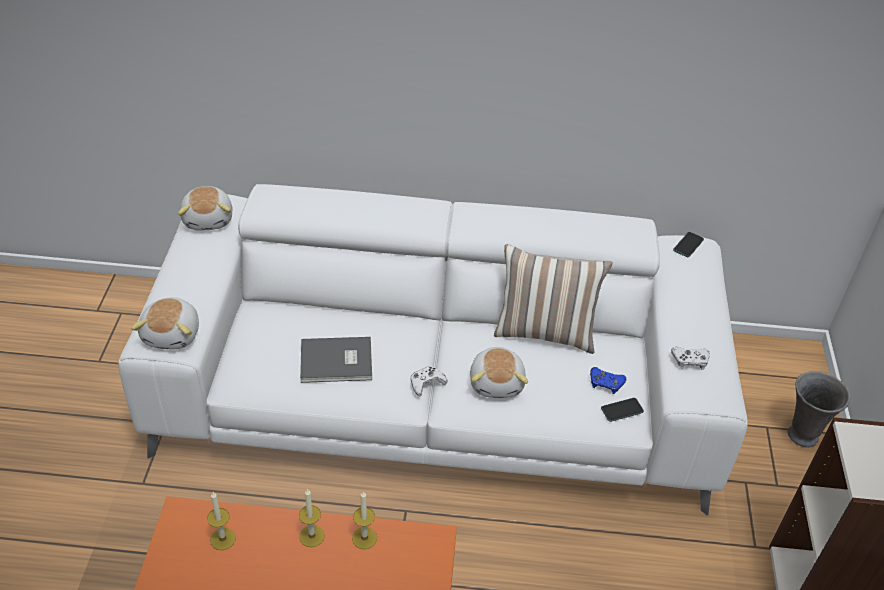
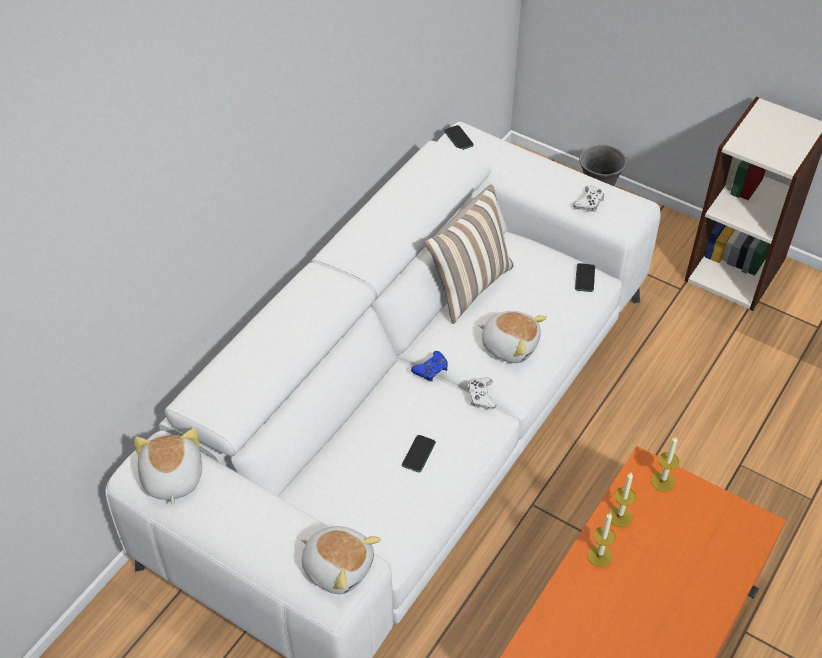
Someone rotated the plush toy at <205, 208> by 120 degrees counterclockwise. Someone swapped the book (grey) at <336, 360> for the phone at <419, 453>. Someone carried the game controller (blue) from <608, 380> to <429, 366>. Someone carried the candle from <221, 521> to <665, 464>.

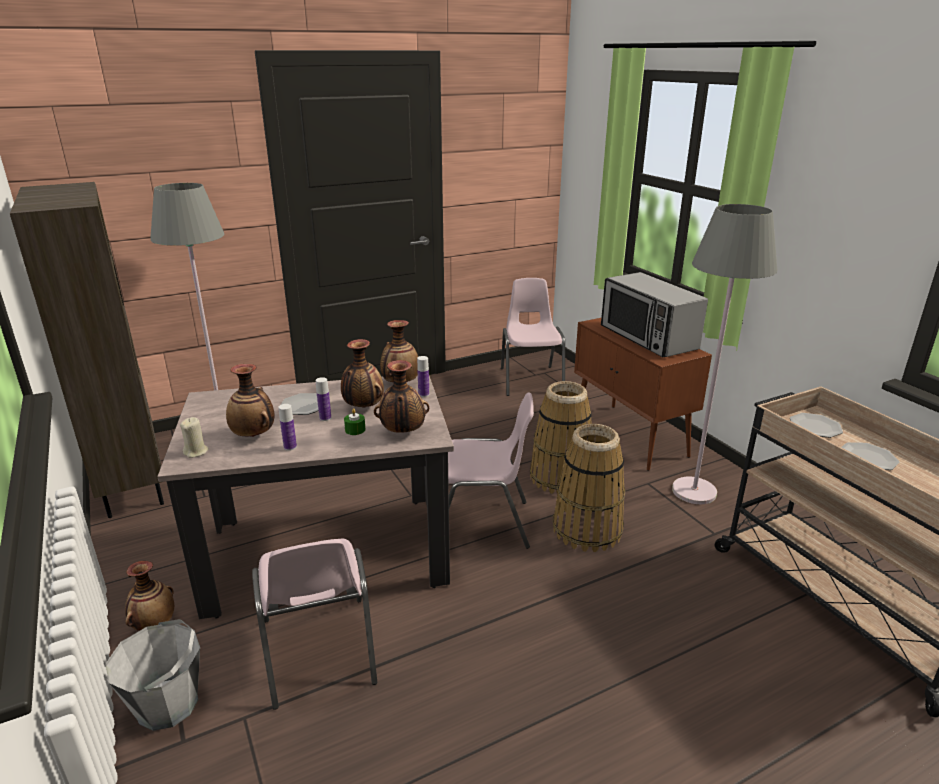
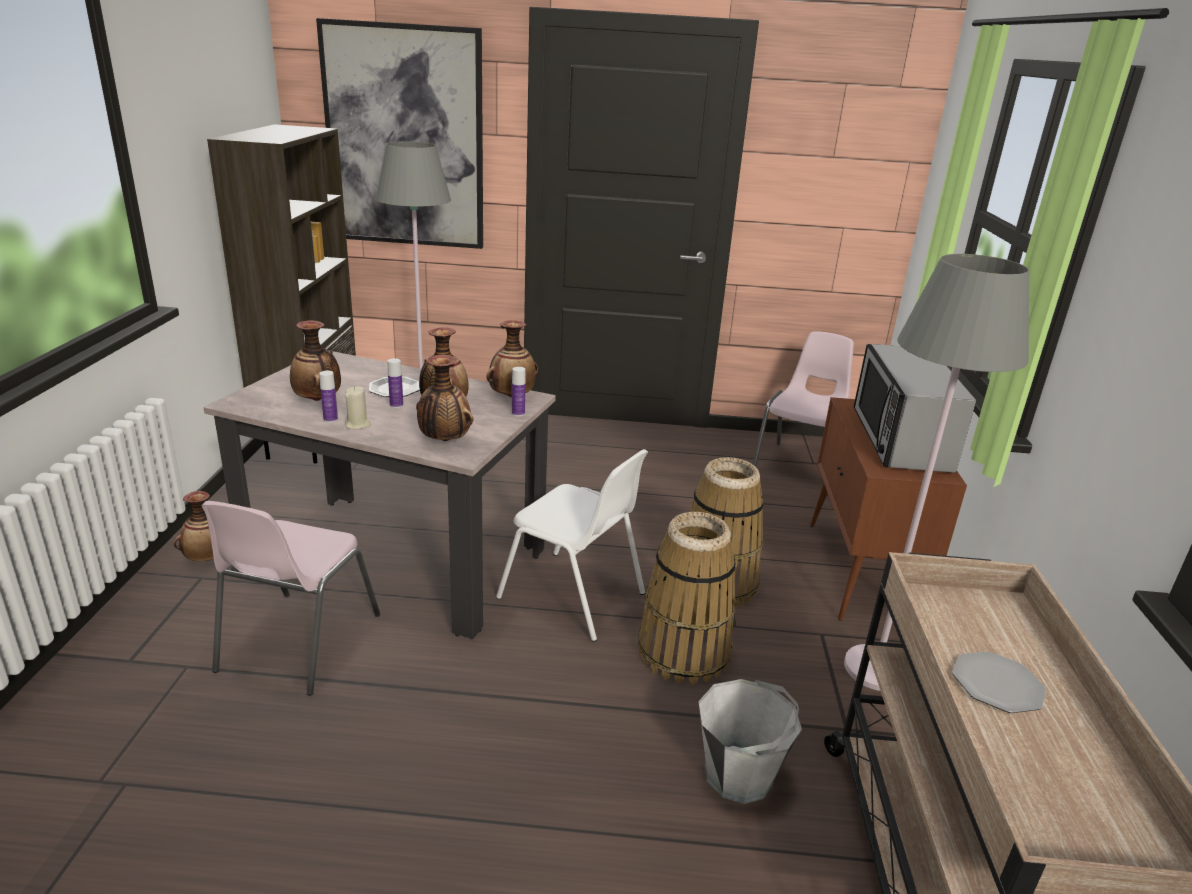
Someone put up the picture at <399, 133>. Someone carried the candle (beige) from <194, 437> to <358, 407>. Someone repainted the chair (pink) at <491, 470>, which became the chair (white) at <572, 545>. Someone carried the bucket (grey) from <152, 675> to <750, 741>. Someone took away the candle (green) at <354, 421>. Someone took away the plate at <816, 425>.

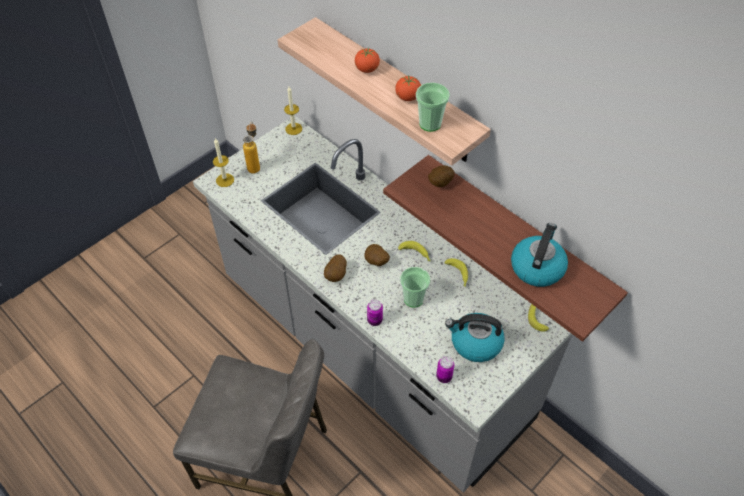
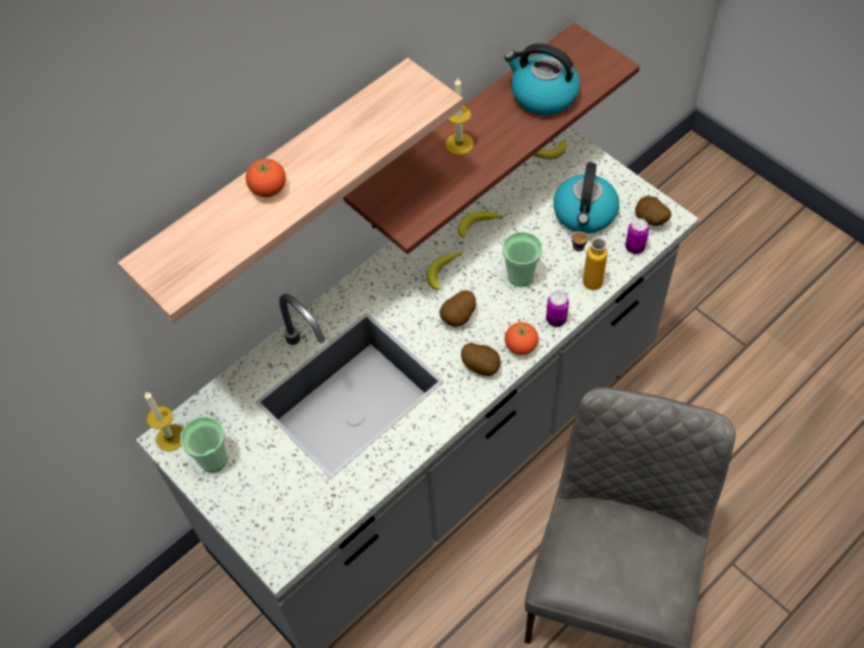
Someone carried the cup from <433, 107> to <204, 444>. Someone carried the candle from <223, 162> to <459, 116>. Someone carried the tomato from <408, 88> to <521, 338>. Someone carried the bottle from <251, 147> to <589, 260>. Someone carried the potato from <441, 176> to <653, 211>.

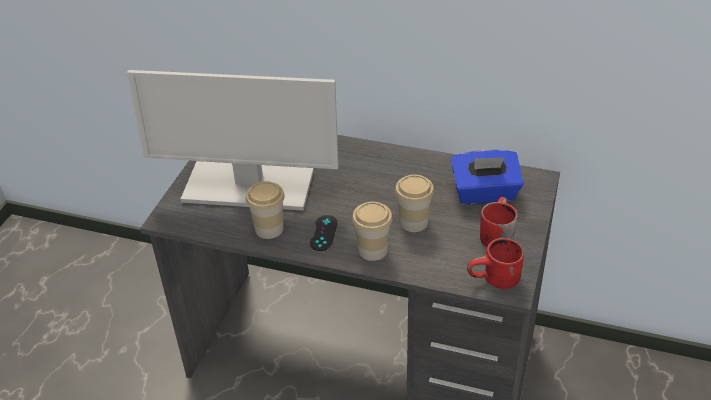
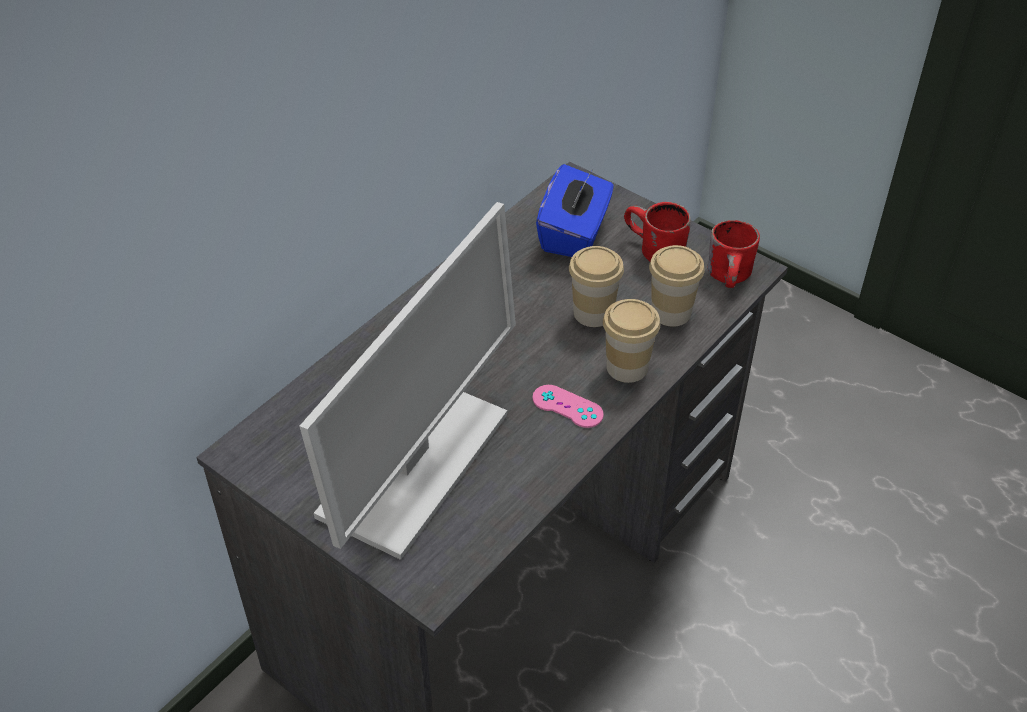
Someone repainted the game controller (black) at <324, 233>, which became the game controller (pink) at <568, 406>. Someone carried the cup from <265, 210> to <677, 286>.

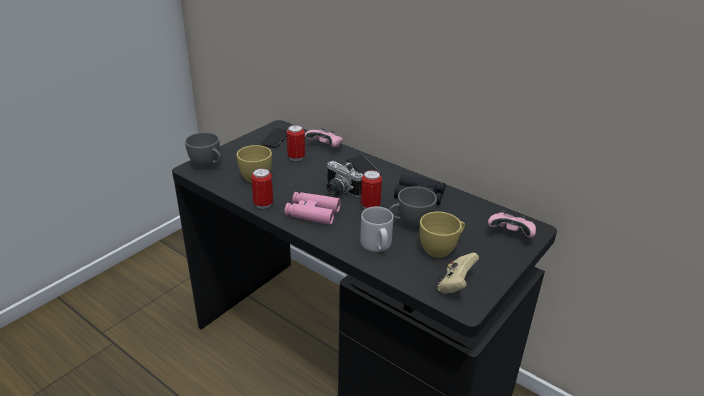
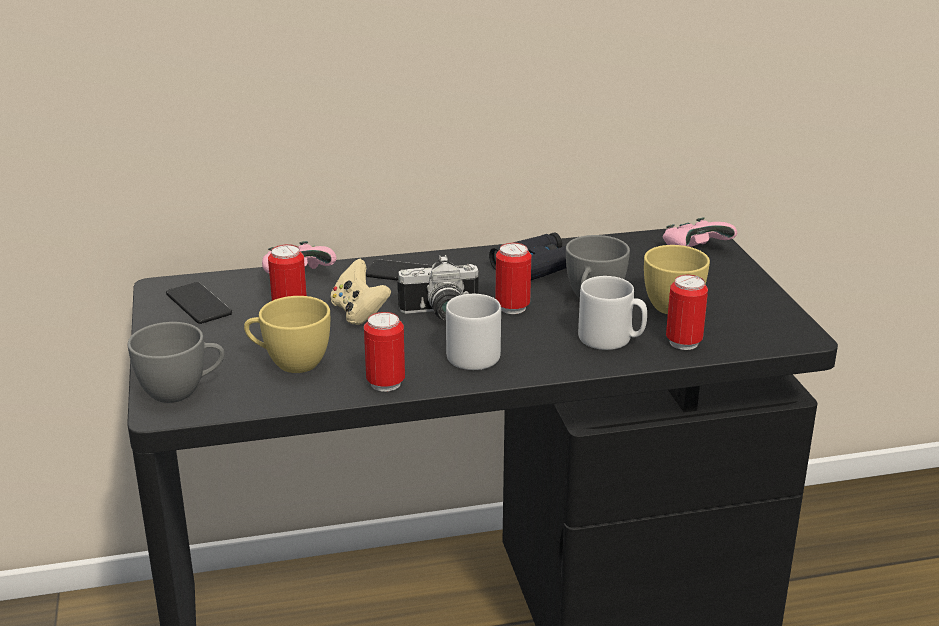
Someone carried the game controller (beige) from <458, 273> to <360, 292>. Someone swapped the binoculars (pink) at <312, 208> for the mug (grey) at <473, 332>. Someone put down the can at <687, 312>.

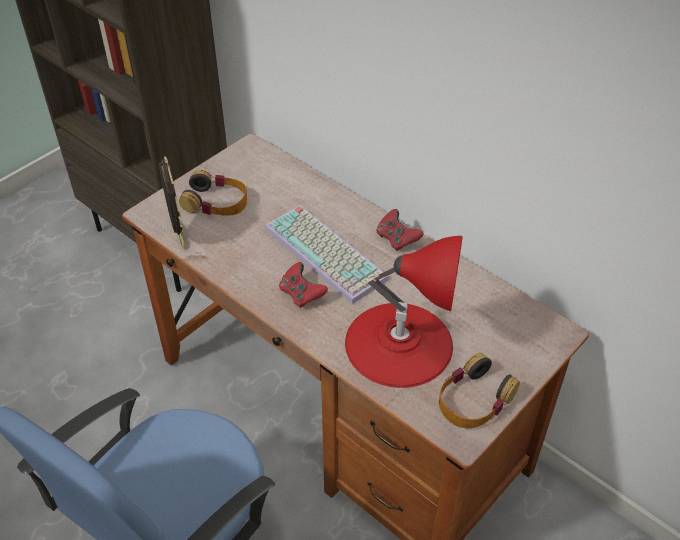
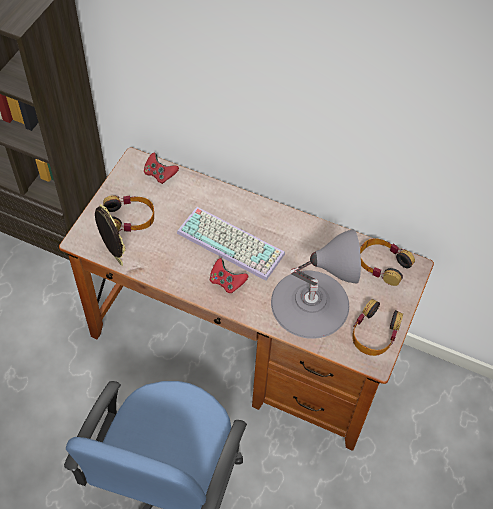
Someone carried the game controller (red) from <400, 230> to <161, 168>. Someone repainted the table lamp (red) at <404, 312>, which became the table lamp (grey) at <316, 284>. Someone put down the headphones at <387, 262>.

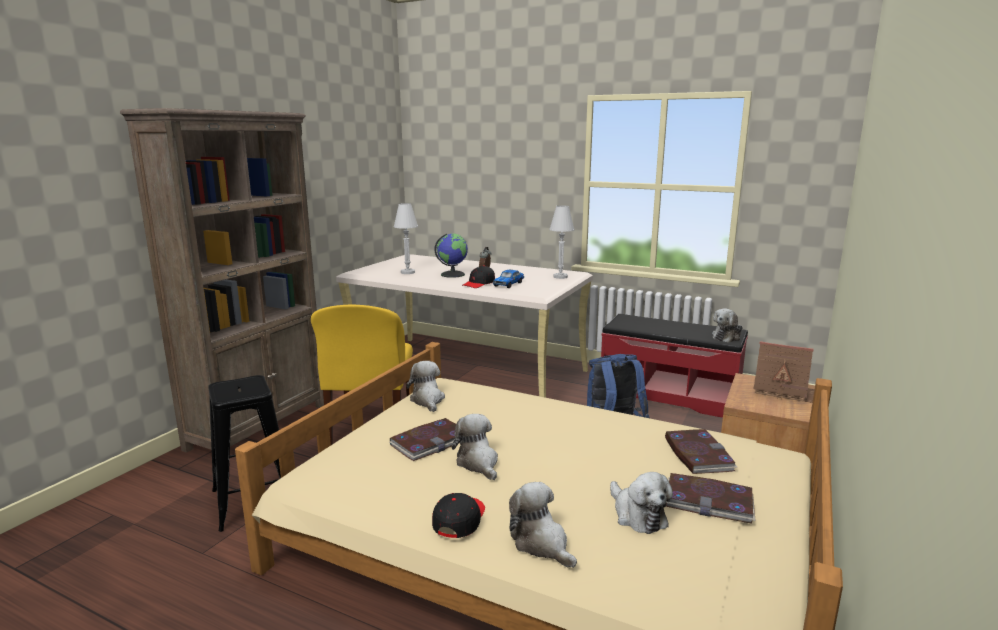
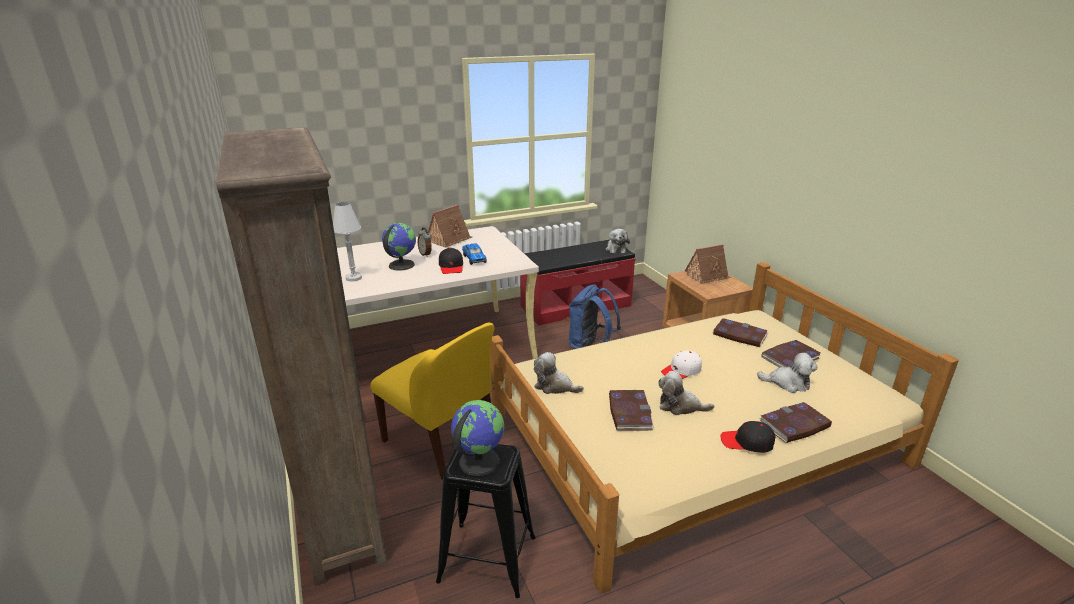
Someone put down the toy house at <450, 226>. Someone put down the globe at <477, 438>. Someone put down the cap (white) at <681, 365>. Someone rotated the cap (black) at <458, 515> by 45 degrees counterclockwise. Someone swapped the plush toy at <543, 525> for the book at <795, 422>. Someone took away the table lamp (white) at <562, 242>.

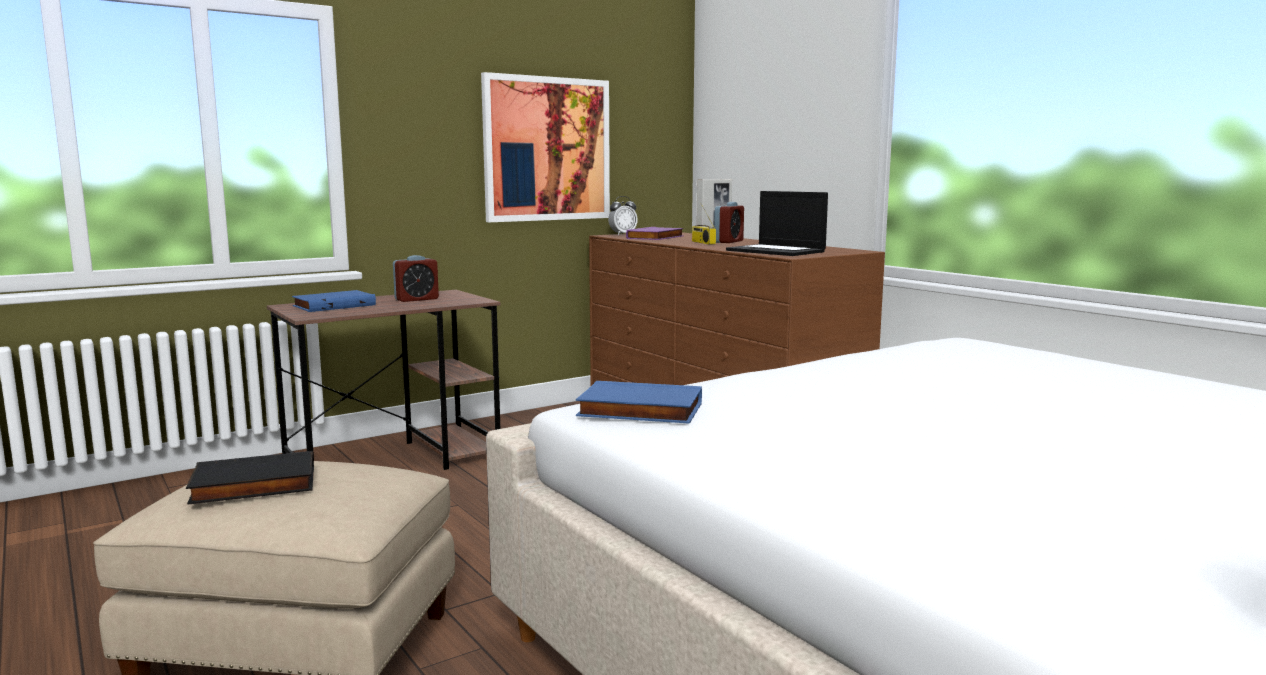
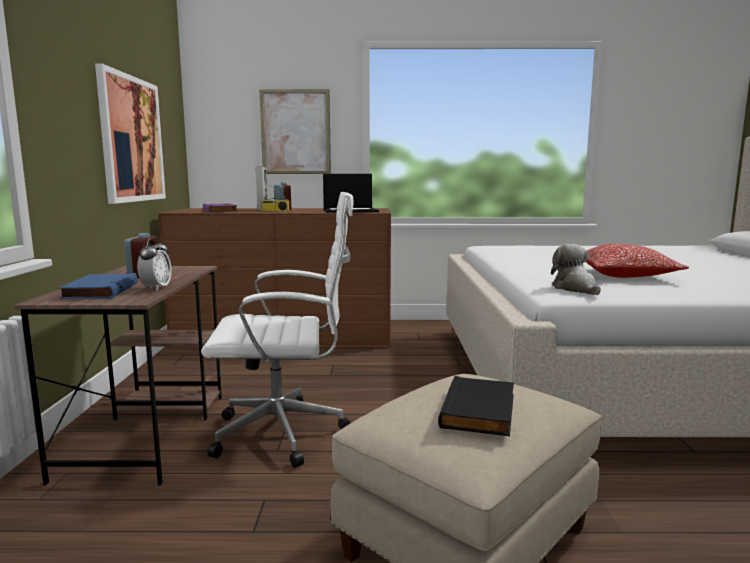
Someone carried the alarm clock from <623, 215> to <154, 264>. Someone put down the office chair (white) at <277, 330>. Someone put up the picture at <295, 132>. Someone swapped the book (blue) at <639, 402> for the plush toy at <576, 269>. Someone put down the pillow at <637, 261>.

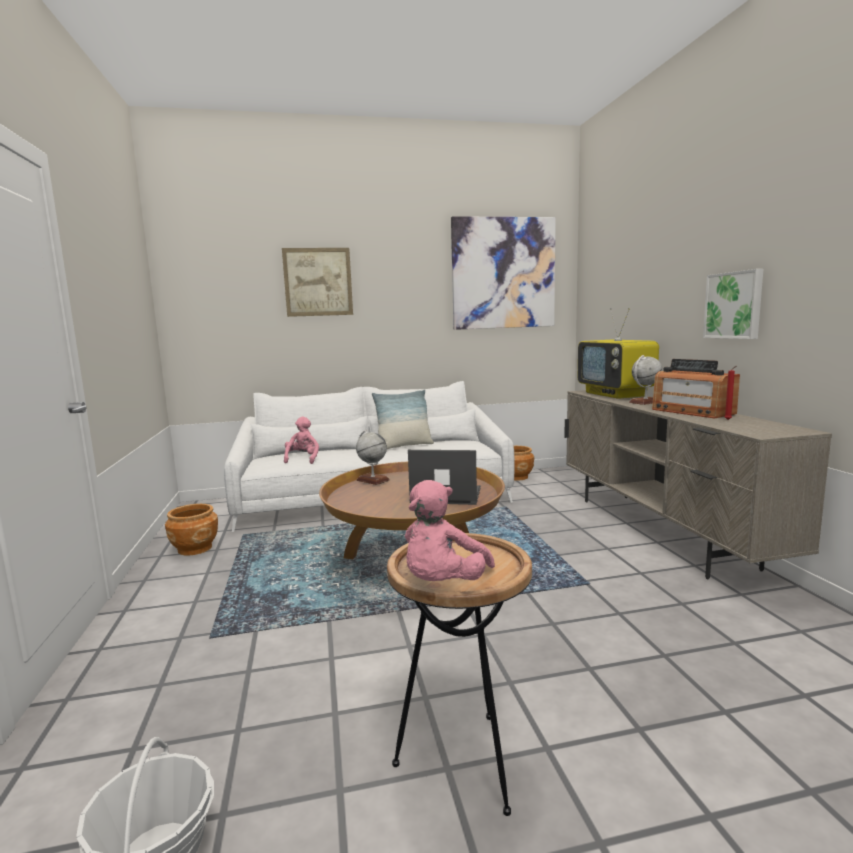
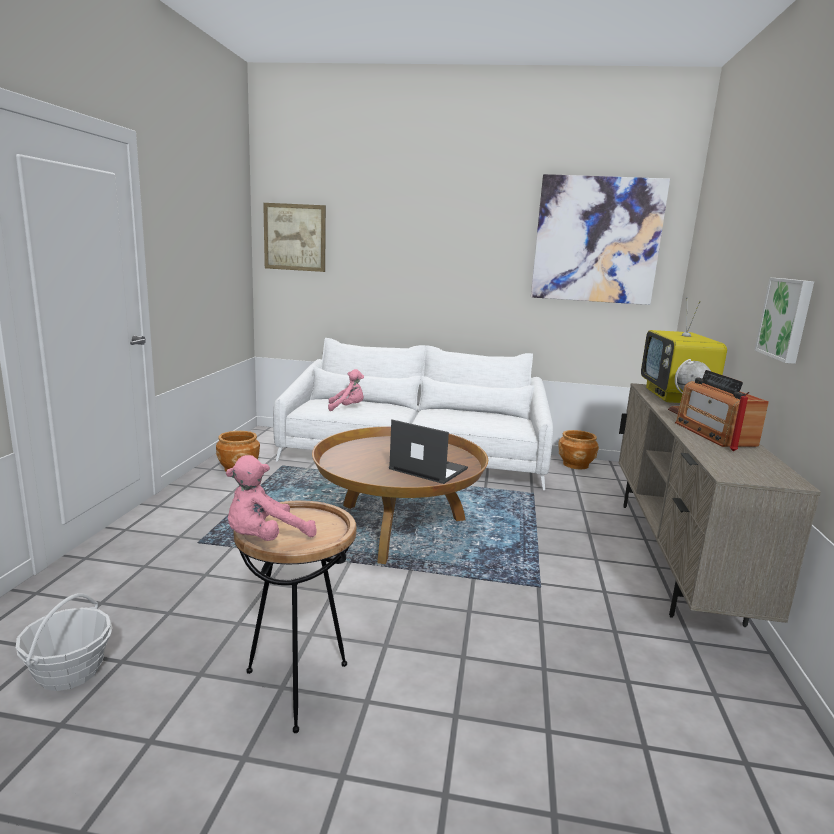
Someone carried the picture from <317, 282> to <294, 237>. Someone rotated the plush toy (pink) at <301, 440> by 60 degrees clockwise. Someone took away the globe at <373, 457>. Someone took away the pillow at <403, 419>.

